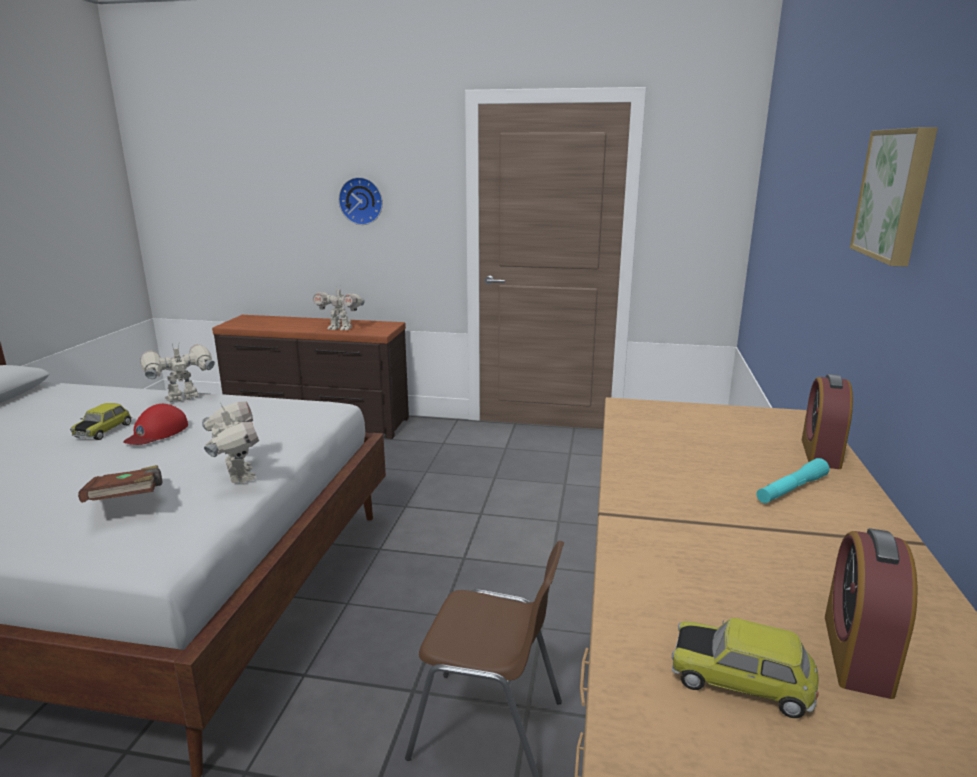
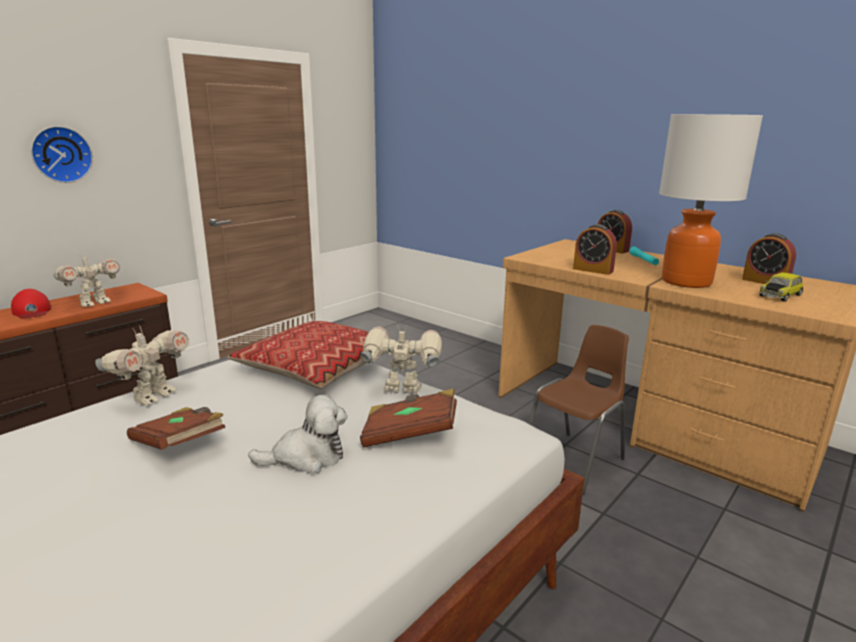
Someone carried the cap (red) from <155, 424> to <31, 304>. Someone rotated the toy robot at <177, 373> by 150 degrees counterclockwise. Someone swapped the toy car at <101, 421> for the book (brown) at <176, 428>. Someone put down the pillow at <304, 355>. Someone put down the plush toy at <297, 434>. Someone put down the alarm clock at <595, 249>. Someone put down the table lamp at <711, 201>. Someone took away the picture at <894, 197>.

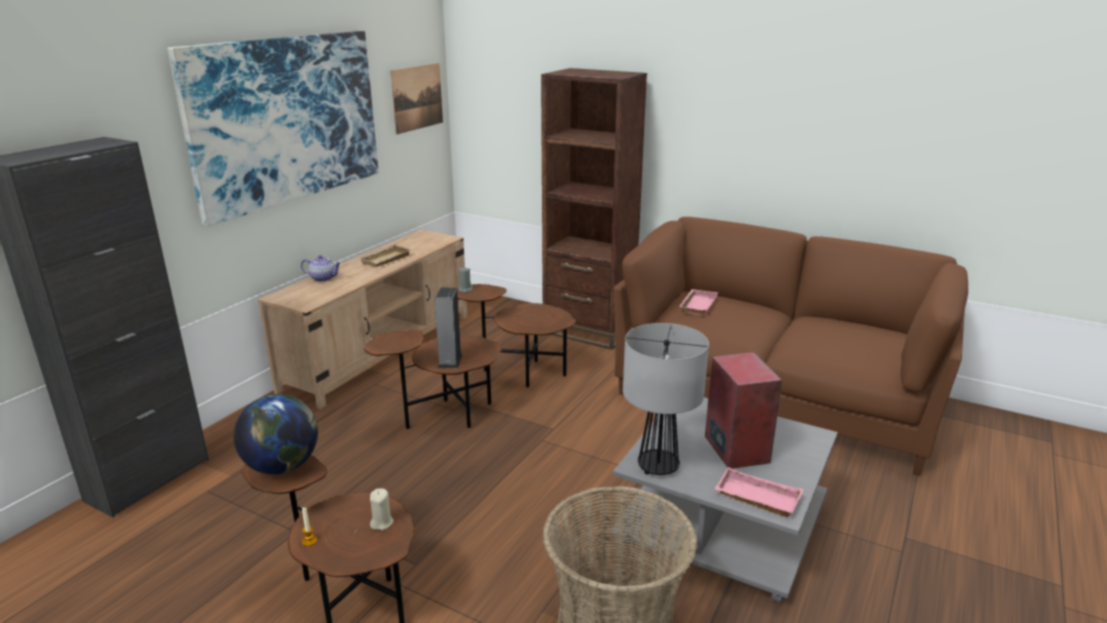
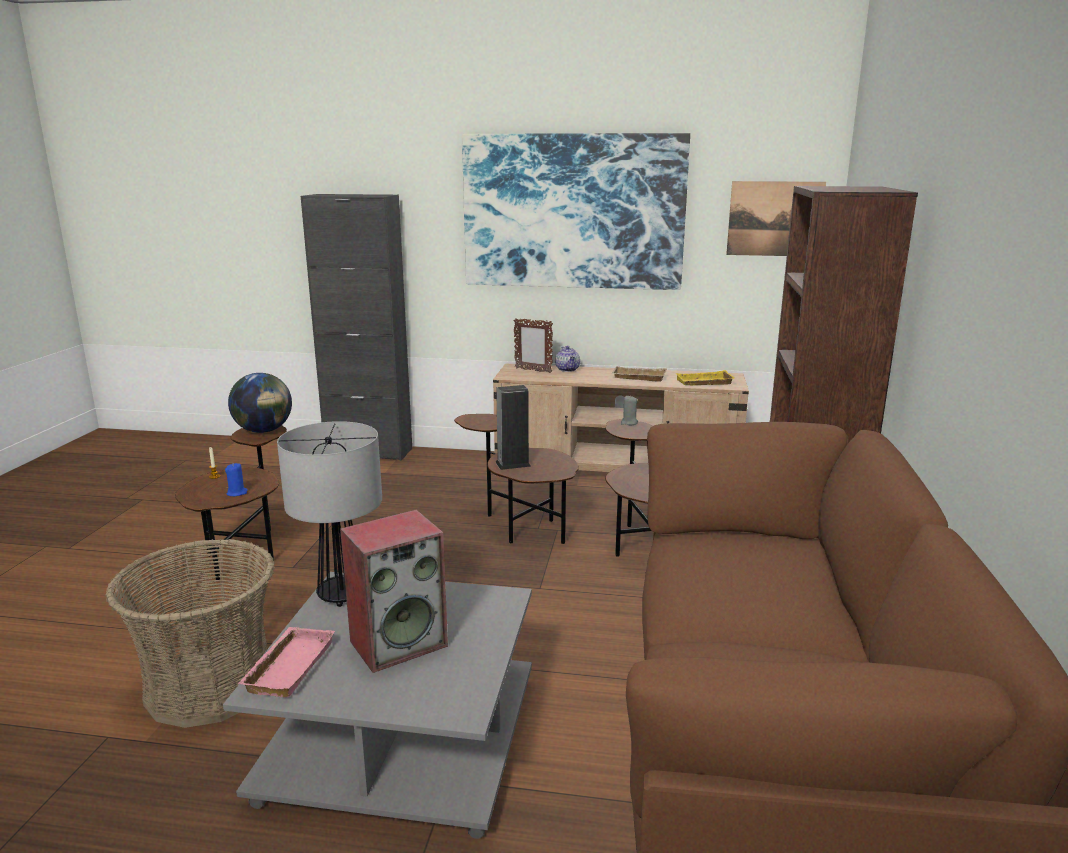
Someone repainted the candle (beige) at <382, 509>, which became the candle (blue) at <236, 479>. Someone put down the picture frame at <533, 345>. Someone put down the tray (yellow) at <705, 377>. Someone took away the tray (pink) at <698, 302>.

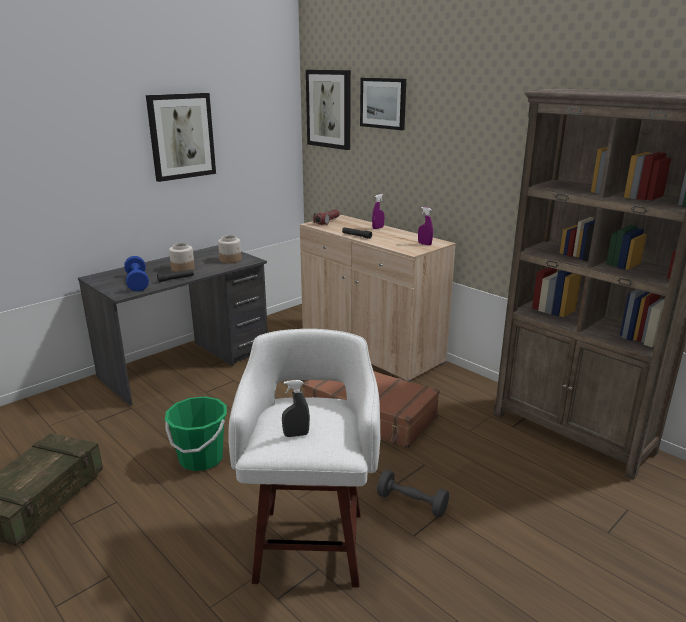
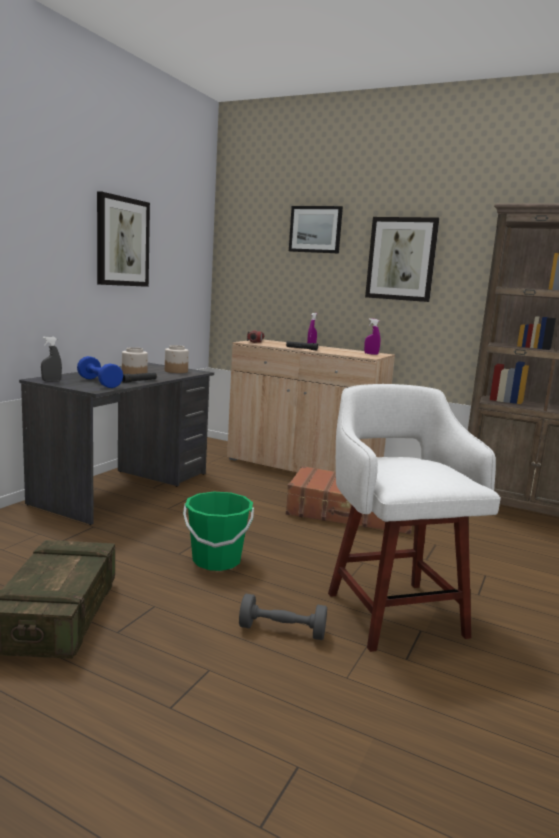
Someone carried the spray bottle (grey) from <296, 408> to <51, 359>. Someone carried the dumbbell (grey) from <413, 494> to <283, 617>. Someone carried the picture from <328, 110> to <402, 259>.

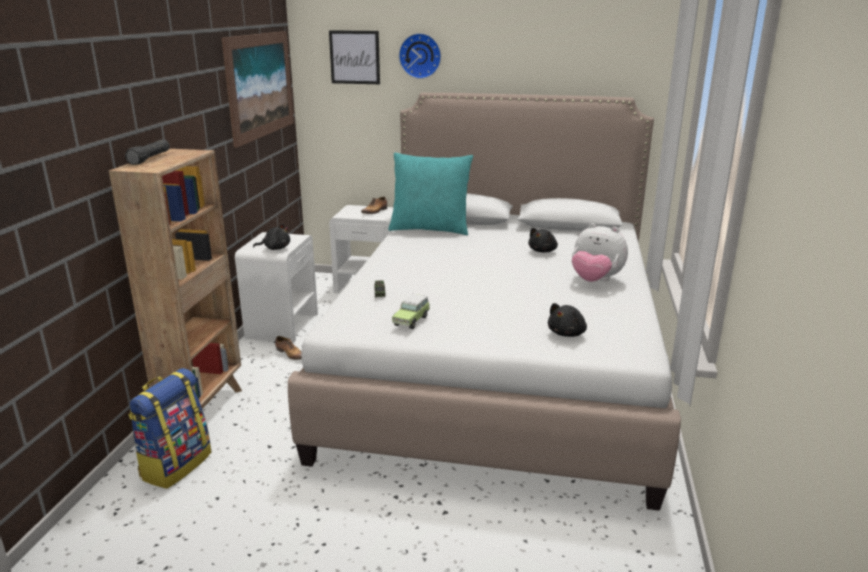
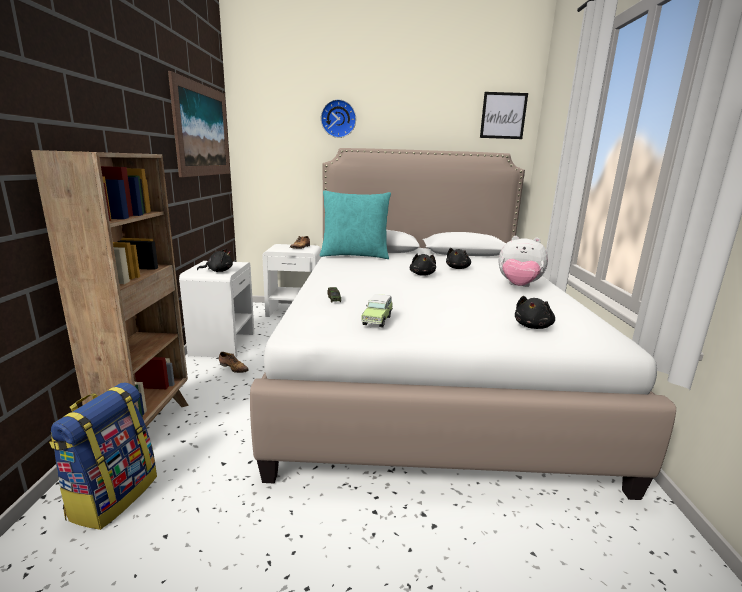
Someone put down the plush toy (black) at <423, 265>. Someone carried the picture from <354, 57> to <504, 115>. Someone took away the flashlight (black) at <147, 152>.

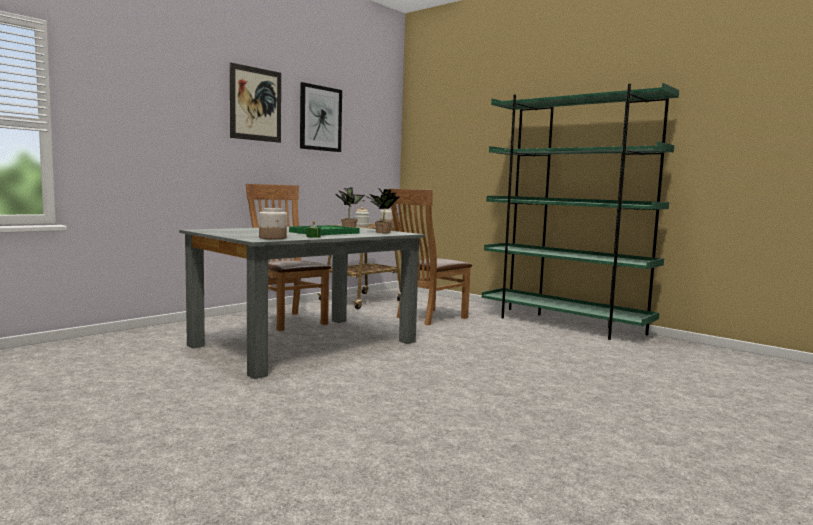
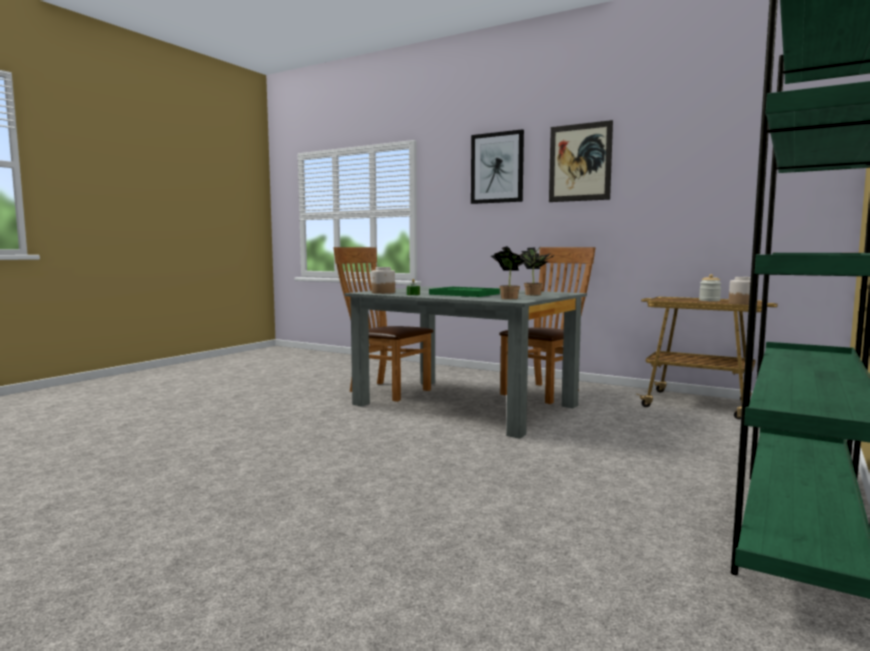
Someone carried the chair (brown) from <430, 257> to <383, 324>. Someone carried the picture from <321, 117> to <497, 166>.

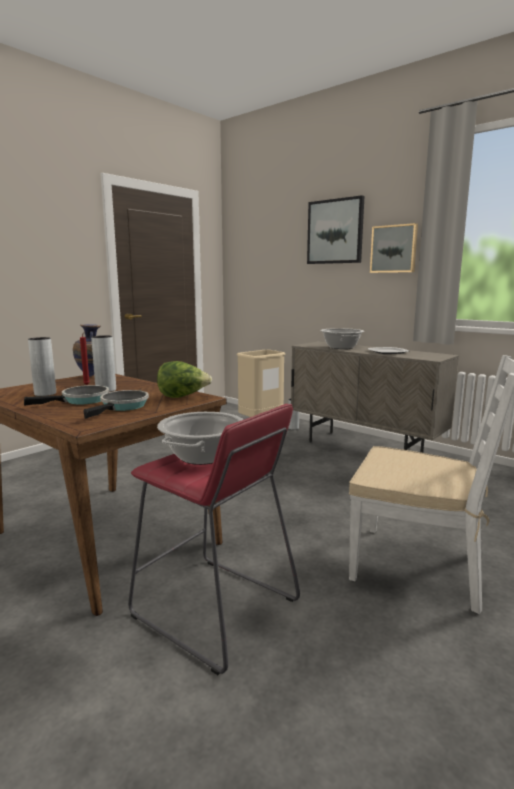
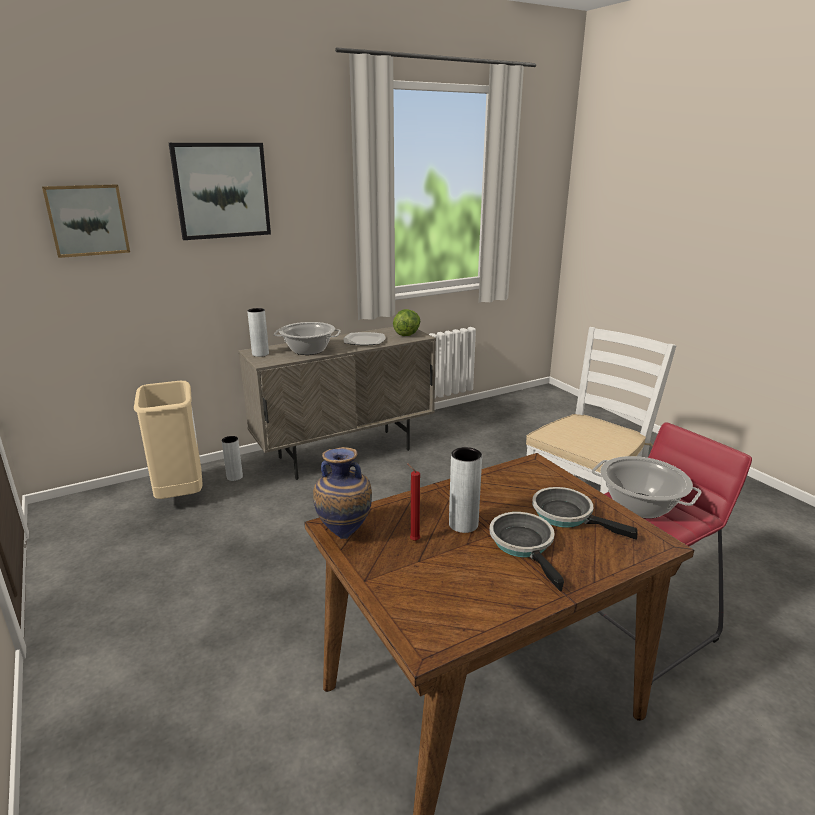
Someone carried the picture from <394, 248> to <86, 221>. Someone carried the vase (grey) from <42, 366> to <258, 332>. Someone carried the lettuce from <184, 379> to <406, 322>.

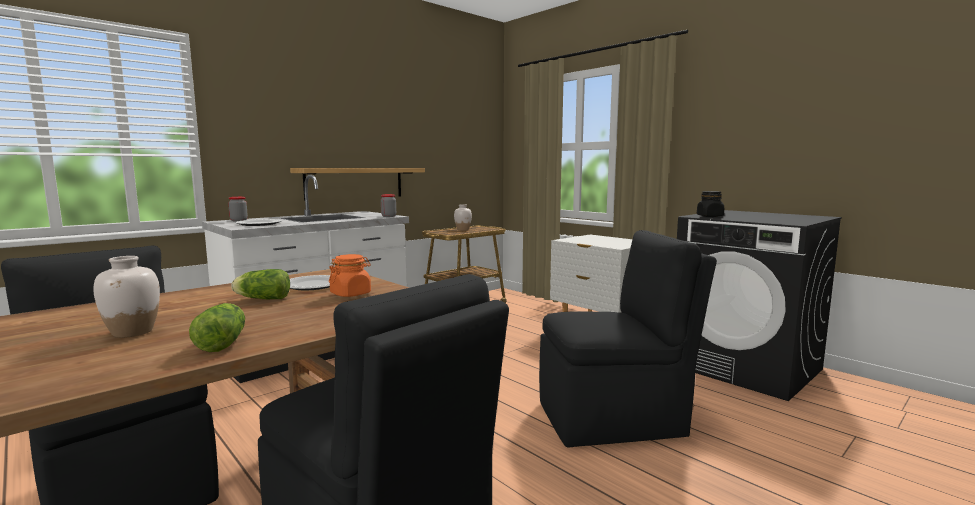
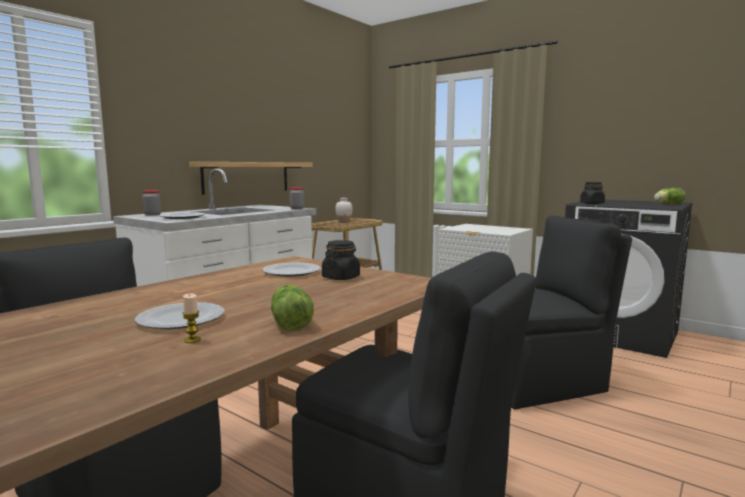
Someone swapped the vase (white) at <126, 297> for the plate at <180, 315>. Someone put down the candle at <191, 318>. Someone repainted the jar (orange) at <350, 275>, which became the jar (black) at <341, 260>. Someone carried the lettuce from <260, 284> to <670, 196>.

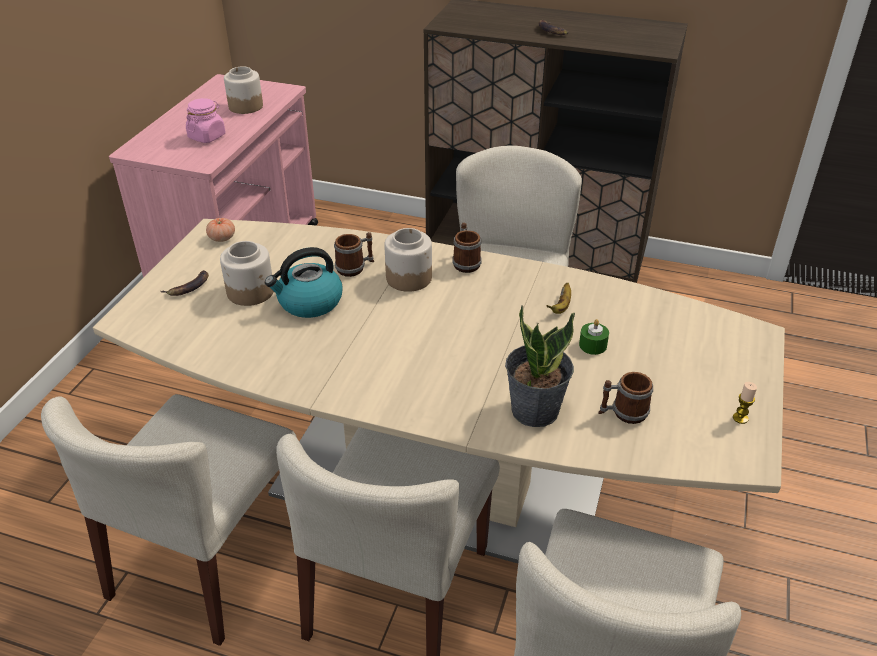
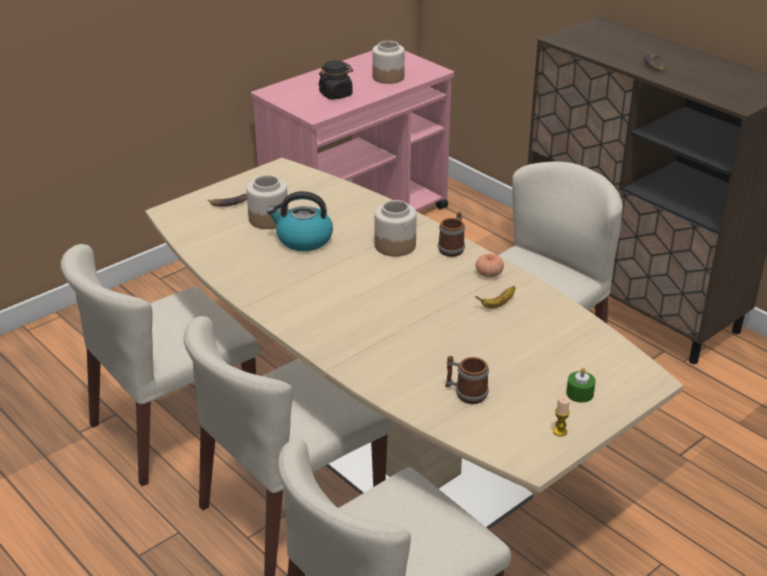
Someone repainted the jar (pink) at <205, 120>, which became the jar (black) at <335, 80>. Someone carried the tomato from <220, 230> to <490, 265>. Someone carried the candle (green) from <594, 337> to <581, 385>. Someone took away the mug at <354, 254>. Someone took away the potted plant at <540, 366>.

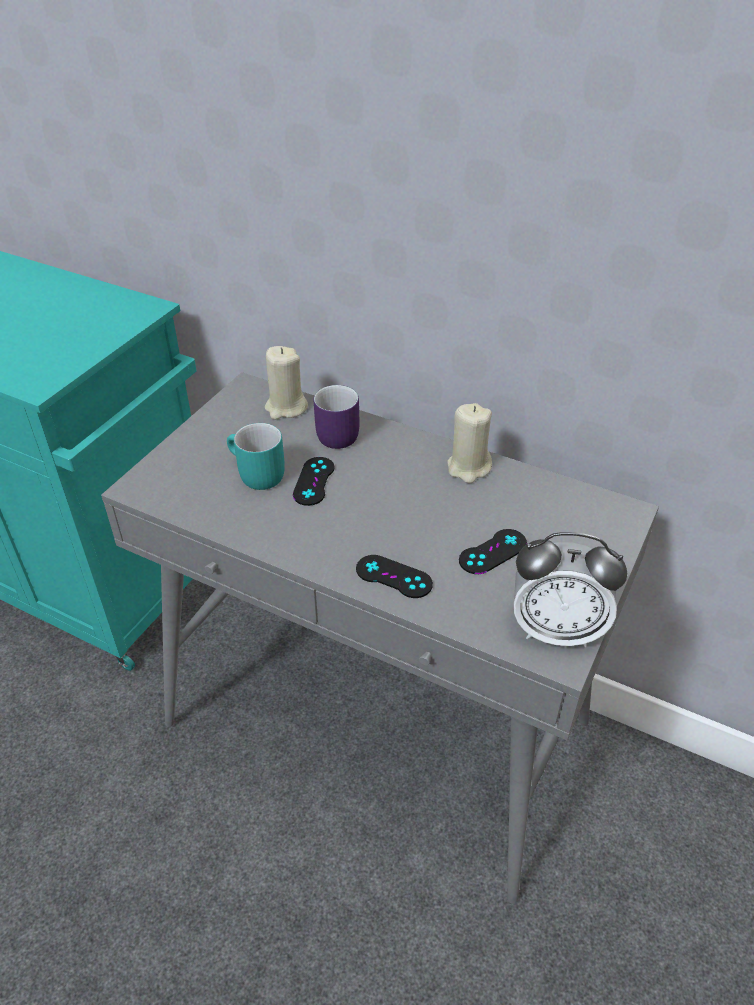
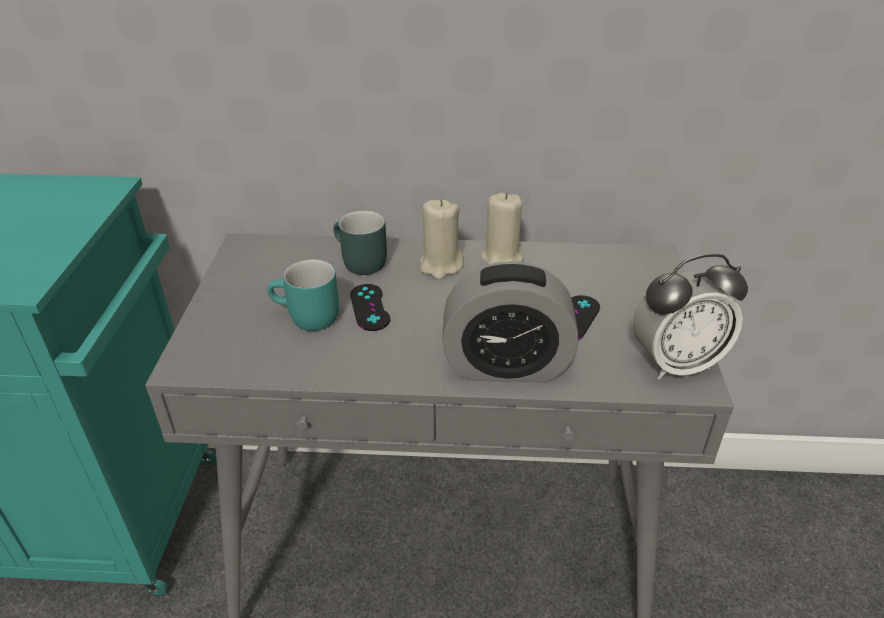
Someone repainted the mug (purple) at <336, 417>, which became the mug (turquoise) at <360, 242>. Someone carried the candle (beige) from <286, 383> to <442, 239>. Someone swapped the game controller (black) at <394, 576> for the alarm clock at <510, 322>.

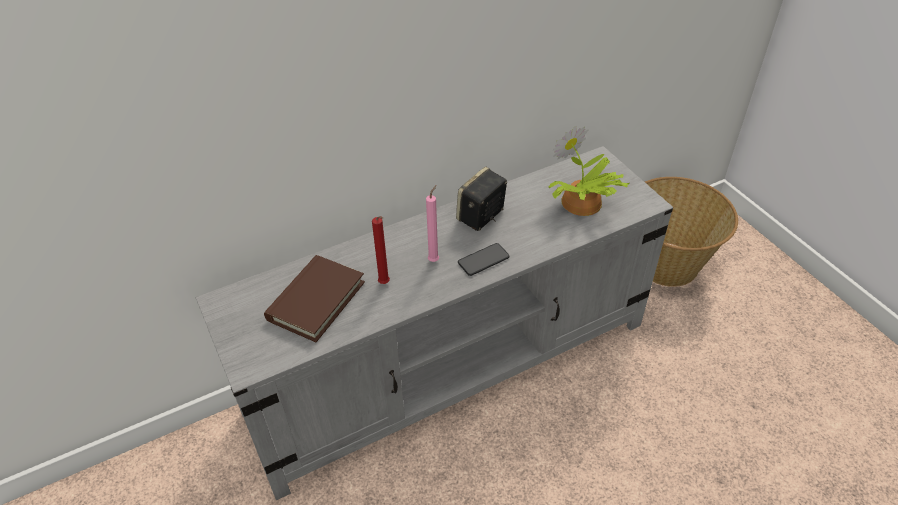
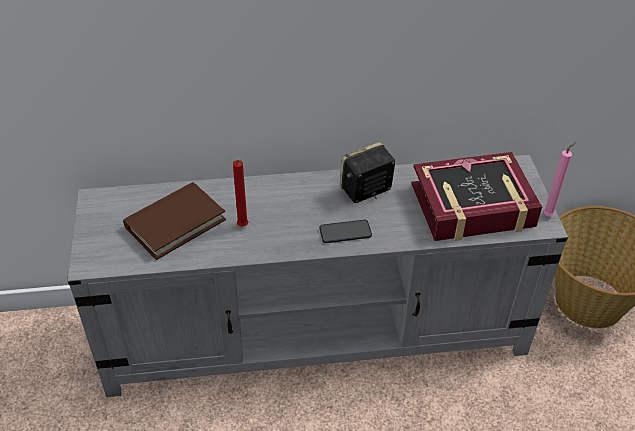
Someone swapped the potted plant at <588, 171> for the book at <476, 196>. Someone carried the candle (pink) from <432, 223> to <559, 179>.

